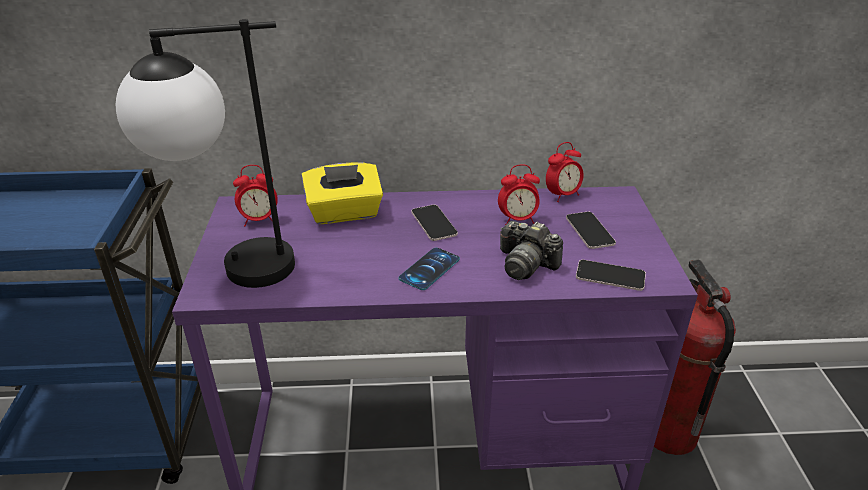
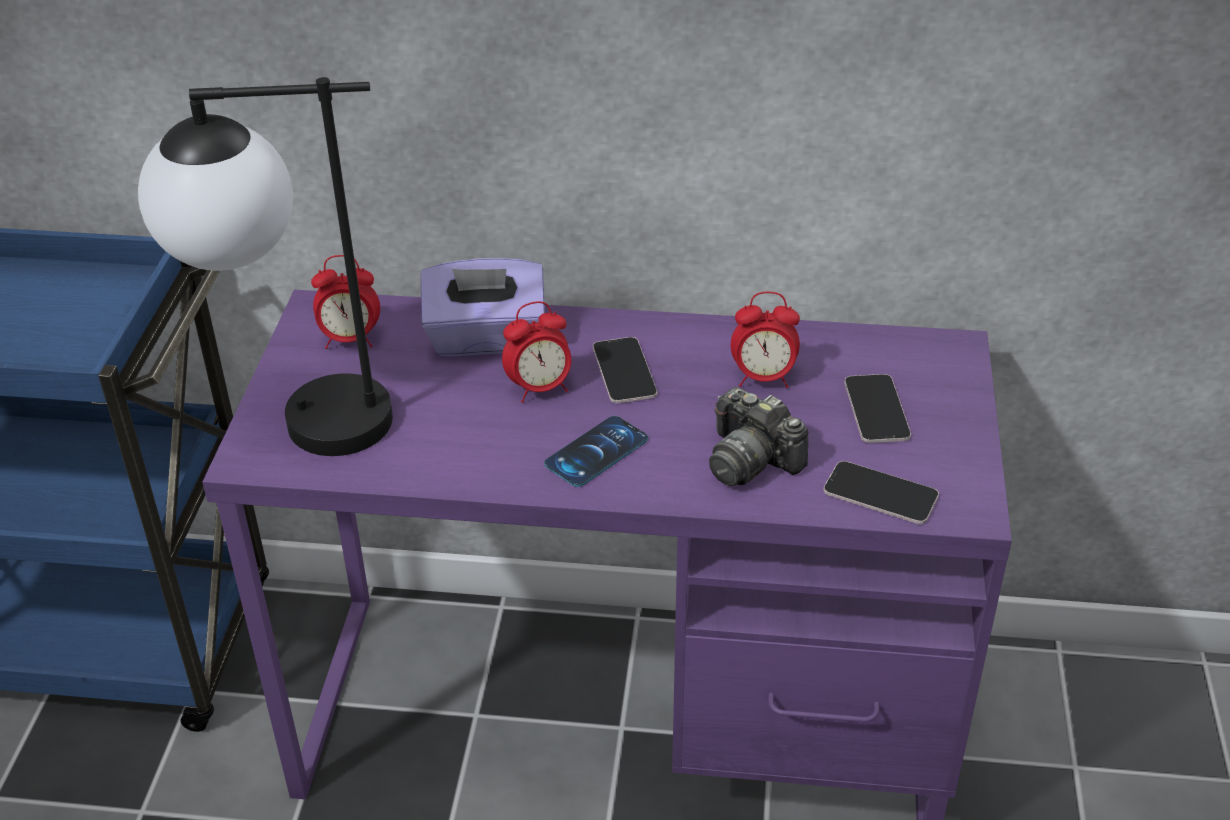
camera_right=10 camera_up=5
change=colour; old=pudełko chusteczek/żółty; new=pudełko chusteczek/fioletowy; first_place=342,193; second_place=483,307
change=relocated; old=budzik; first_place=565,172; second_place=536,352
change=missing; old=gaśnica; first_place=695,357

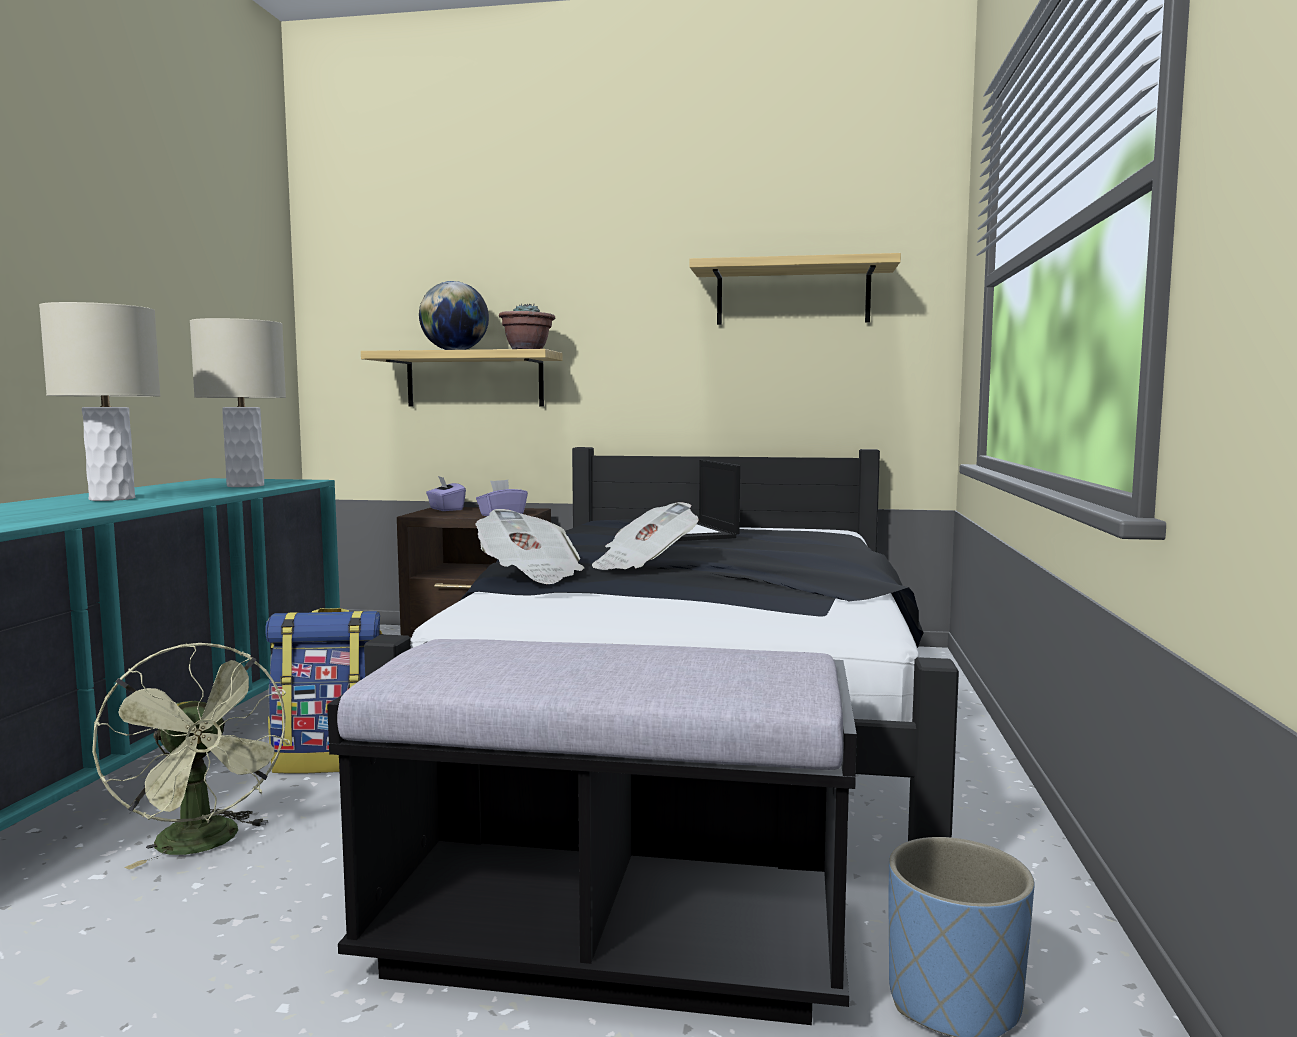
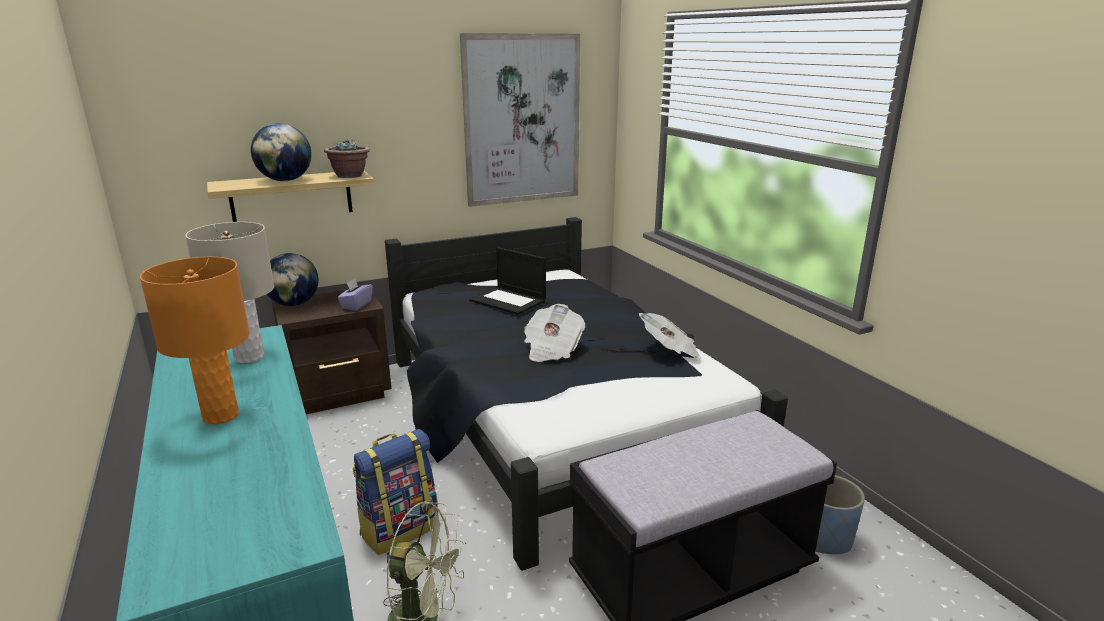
camera_right=-35 camera_up=15
change=colour; old=lampa stołowa/beżowy; new=lampa stołowa/pomarańczowy; first_place=99,401; second_place=195,341
change=exchanged; old=pudełko chusteczek/fioletowy; new=globus; first_place=446,493; second_place=292,279
change=exchanged; old=półka; new=obraz; first_place=795,289; second_place=520,120
change=relocated; old=gazeta; first_place=529,546; second_place=670,336

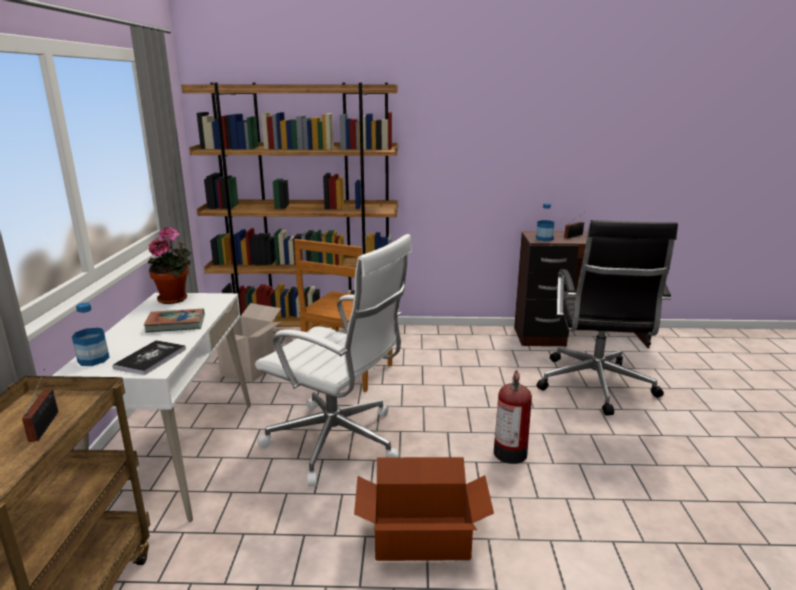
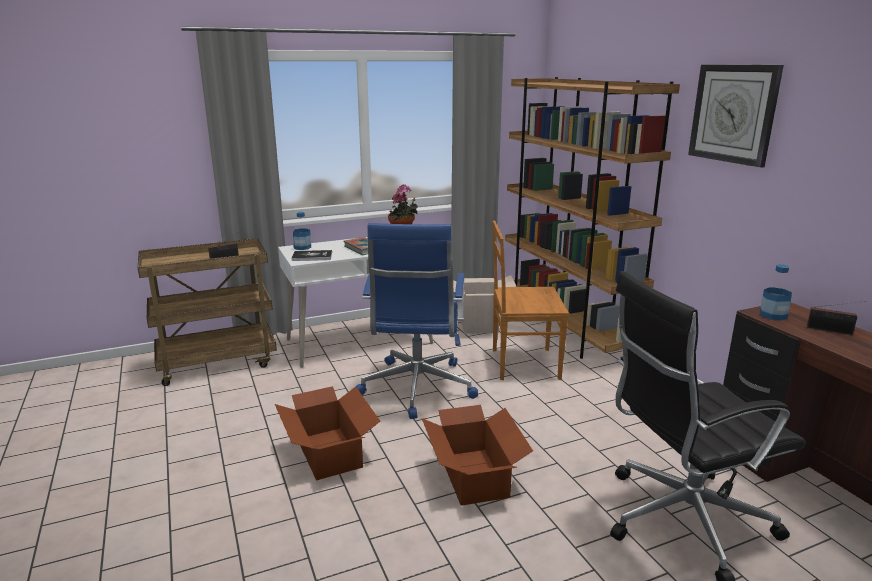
camera_right=65 camera_up=0
change=colour; old=krzesło biurowe/biały; new=krzesło biurowe/niebieski; first_place=333,360; second_place=417,321
change=exchanged; old=gaśnica; new=karton; first_place=513,417; second_place=477,455
change=appeared; new=zegar ścienny; second_place=736,116

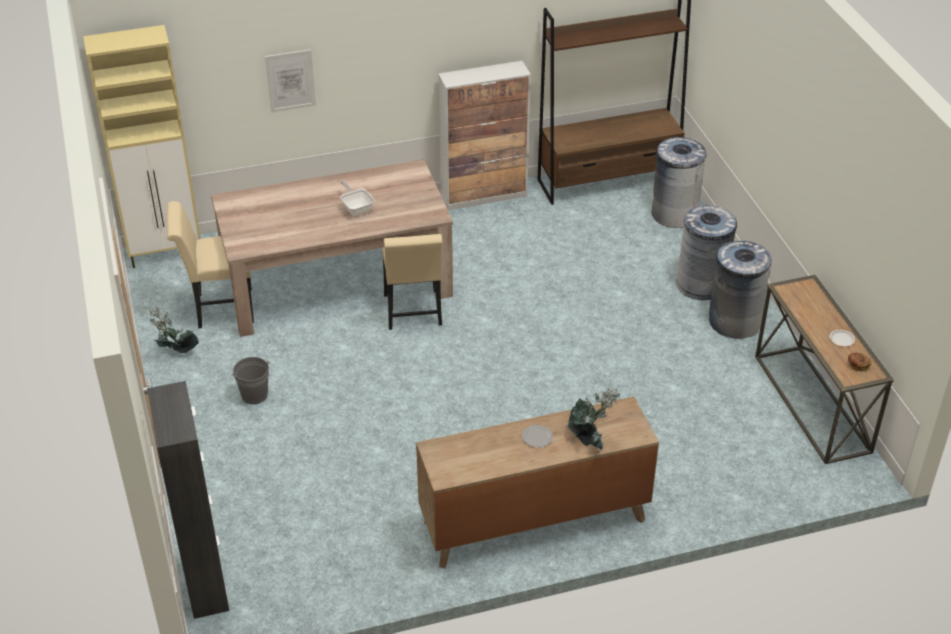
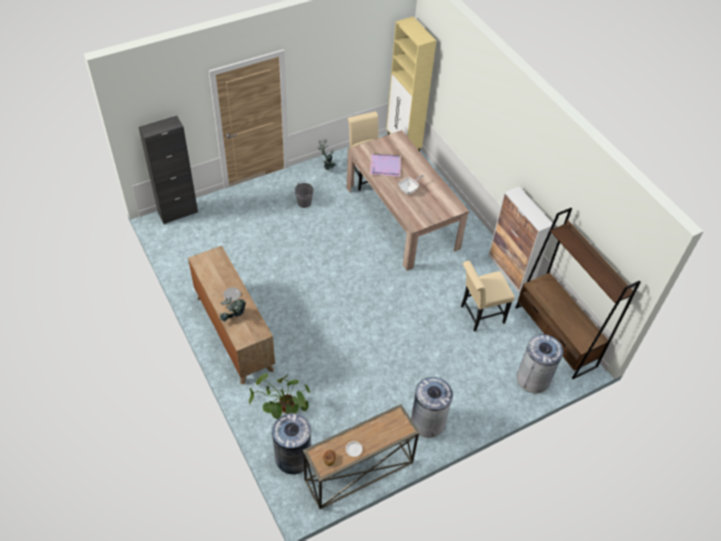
camera_right=75 camera_up=10
change=appeared; new=roślina doniczkowa; second_place=279,396
change=relocated; old=kosz na śmieci/szary; first_place=706,253; second_place=291,443
change=appeared; new=taca/fioletowy; second_place=385,165
change=relocated; old=krzesło/beżowy; first_place=412,282; second_place=488,296
change=missing; old=obraz; first_place=290,81

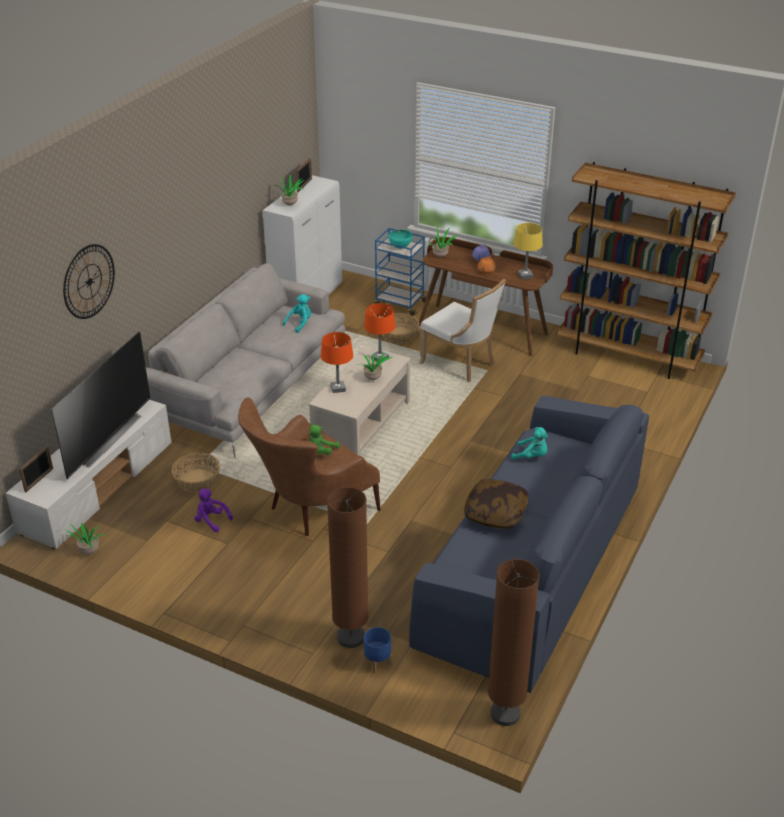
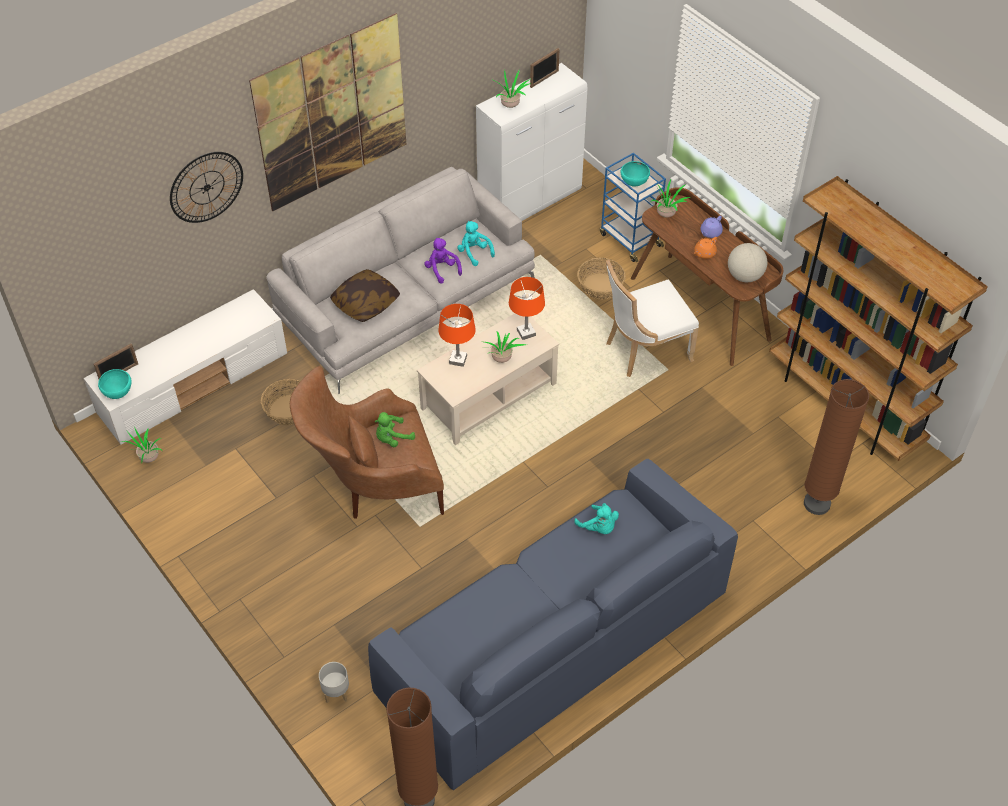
camera_right=25 camera_up=15
change=appeared; new=miska/turkusowy; second_place=115,384
change=appeared; new=obraz; second_place=327,112
change=colour; old=donica/niebieski; new=donica/szary; first_place=377,650; second_place=334,682
change=relocated; old=poduszka; first_place=496,504; second_place=365,295
change=relocated; old=pluszak/fioletowy; first_place=213,510; second_place=443,261
change=spun; old=pluszak/turkusowy; first_place=297,313; second_place=476,243; degrees=-105
change=spun; old=krzesło/biały; first_place=463,330; second_place=652,318; degrees=90
change=exchanged; old=lampa stołowa/żółty; new=globus; first_place=528,251; second_place=747,262
change=relocated; old=lampa stojąca/brązowy; first_place=348,567; second_place=836,447
change=missing; old=telewizor; first_place=101,405

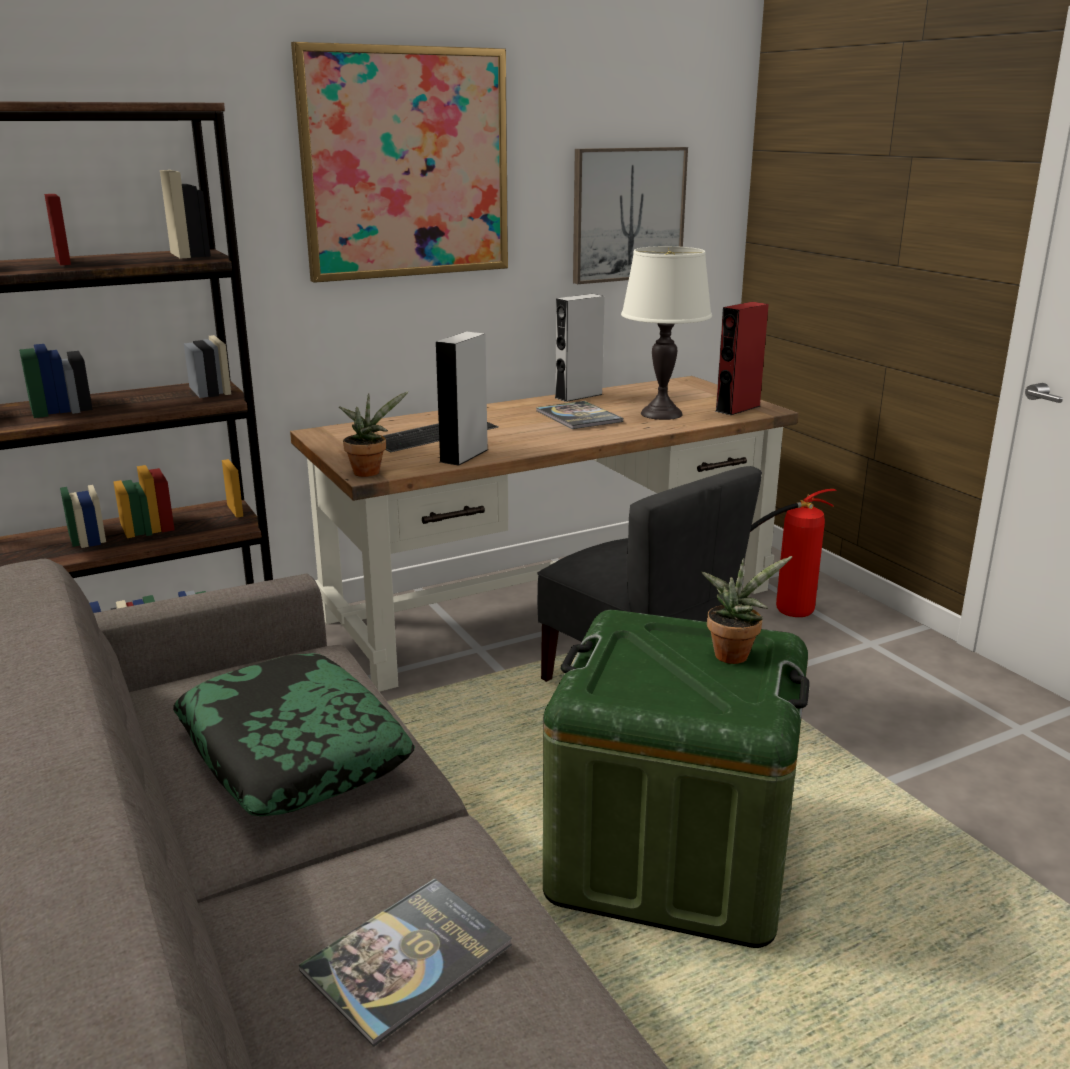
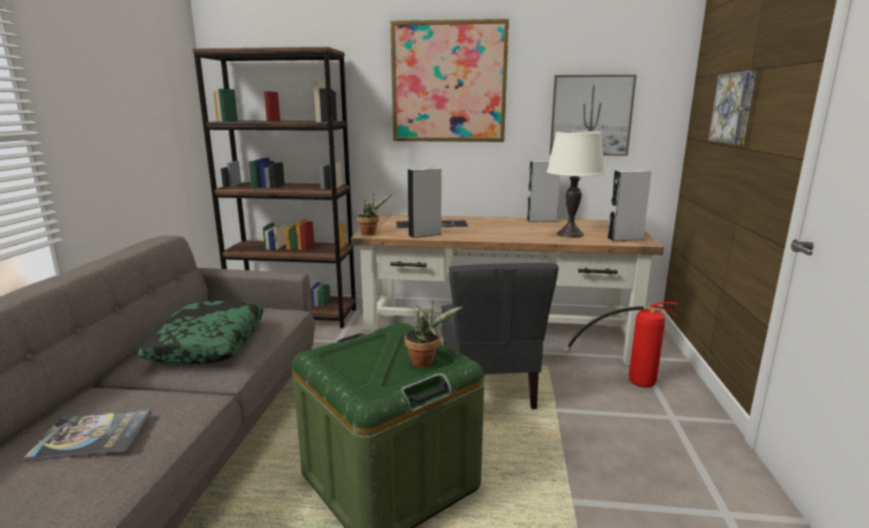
camera_right=35 camera_up=-5
change=colour; old=głośnik/czerwony; new=głośnik/szary; first_place=742,358; second_place=629,205
change=appeared; new=obraz; second_place=732,108
change=missing; old=książka; first_place=579,415

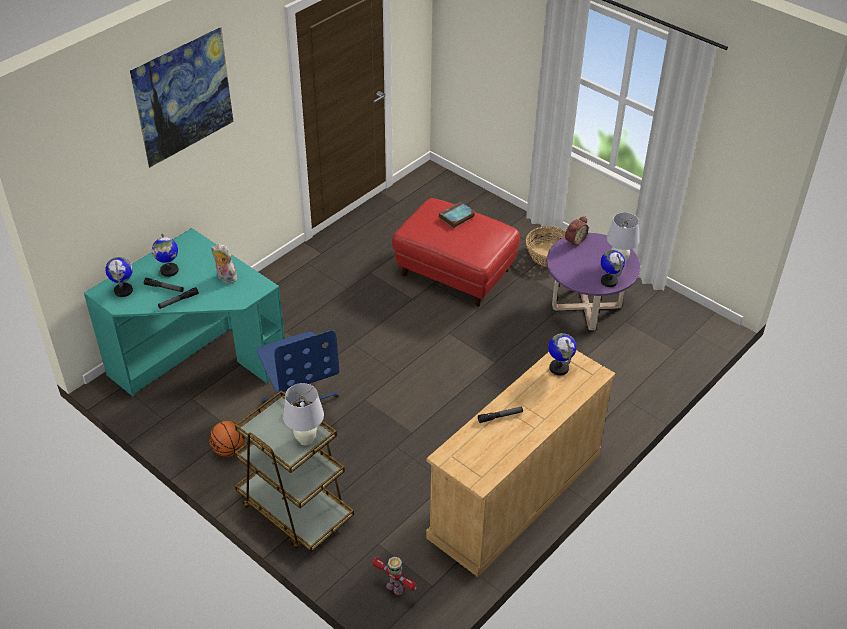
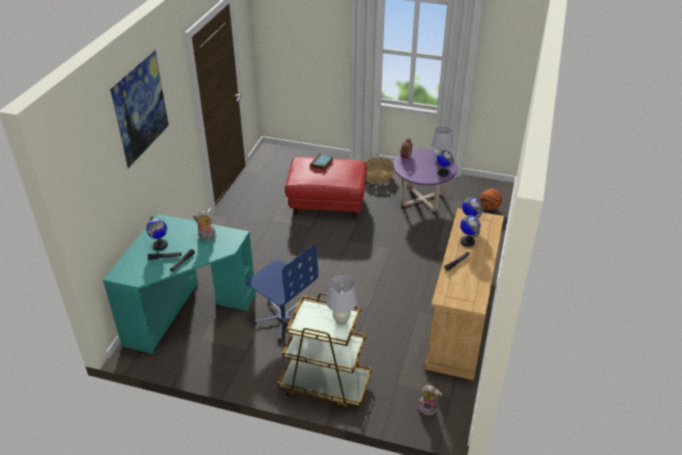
camera_right=-25 camera_up=-5
change=exchanged; old=robot zabawkowy; new=pluszak; first_place=394,576; second_place=430,400
change=relocated; old=globus; first_place=119,277; second_place=470,231
change=relocated; old=piłka do koszykówki; first_place=227,439; second_place=491,199

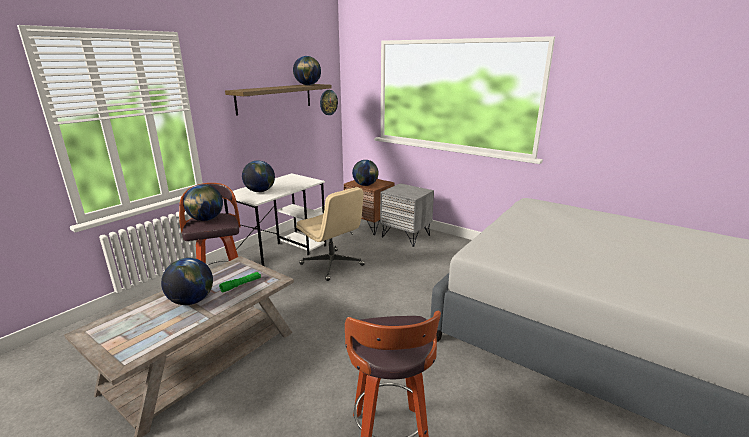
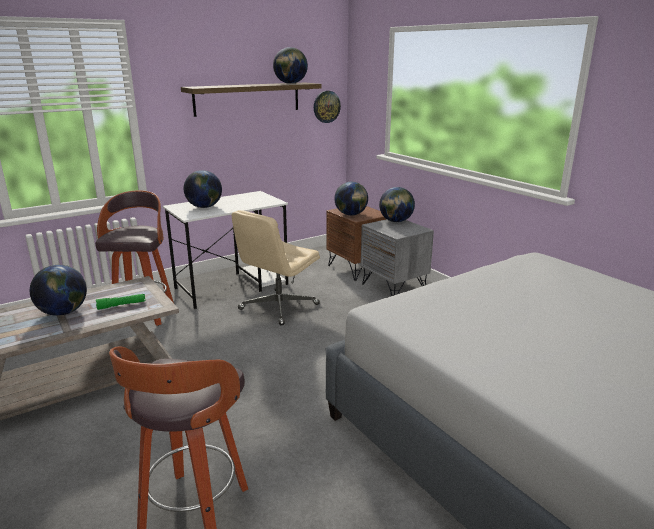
camera_right=20 camera_up=0
change=spun; old=krzesło biurowe/beżowy; first_place=330,234; second_place=276,268; degrees=60
change=relocated; old=globus; first_place=203,202; second_place=397,204

